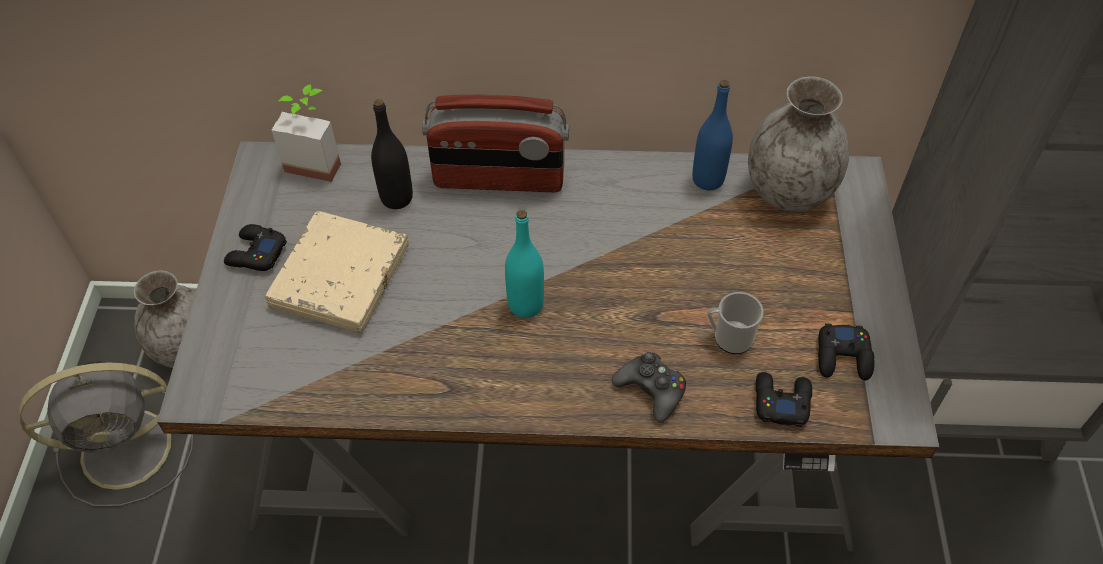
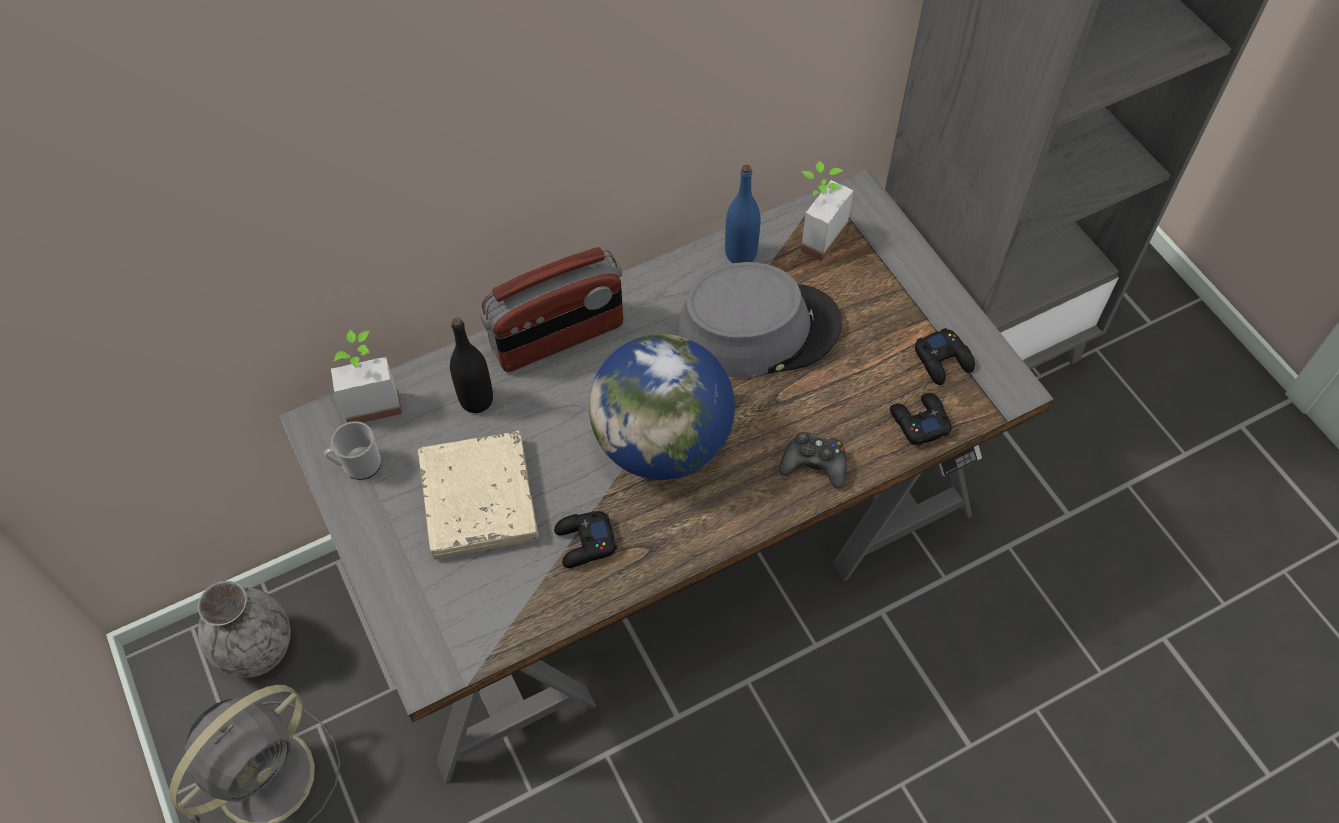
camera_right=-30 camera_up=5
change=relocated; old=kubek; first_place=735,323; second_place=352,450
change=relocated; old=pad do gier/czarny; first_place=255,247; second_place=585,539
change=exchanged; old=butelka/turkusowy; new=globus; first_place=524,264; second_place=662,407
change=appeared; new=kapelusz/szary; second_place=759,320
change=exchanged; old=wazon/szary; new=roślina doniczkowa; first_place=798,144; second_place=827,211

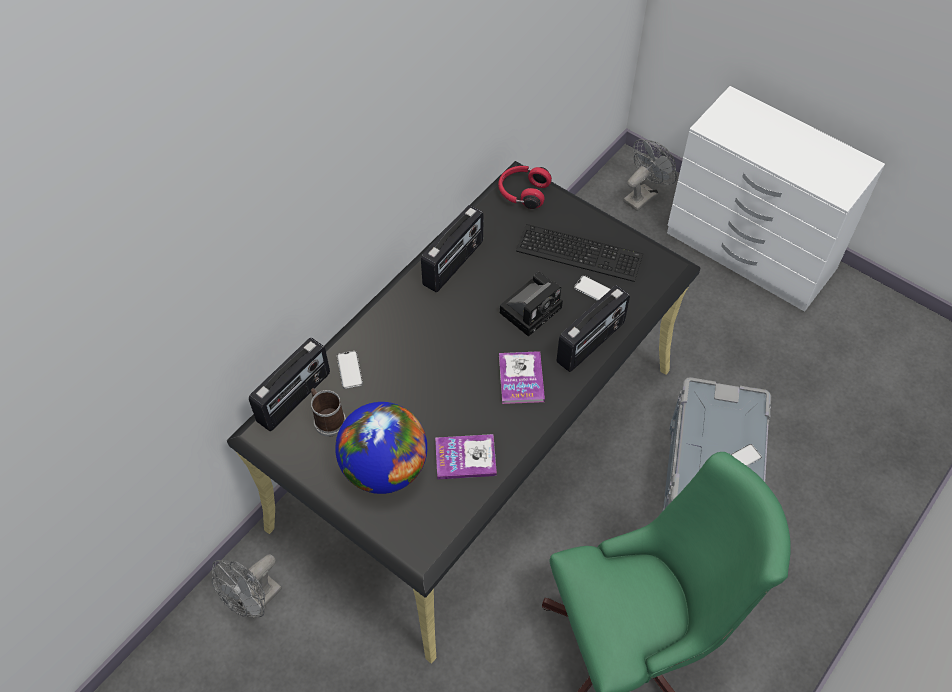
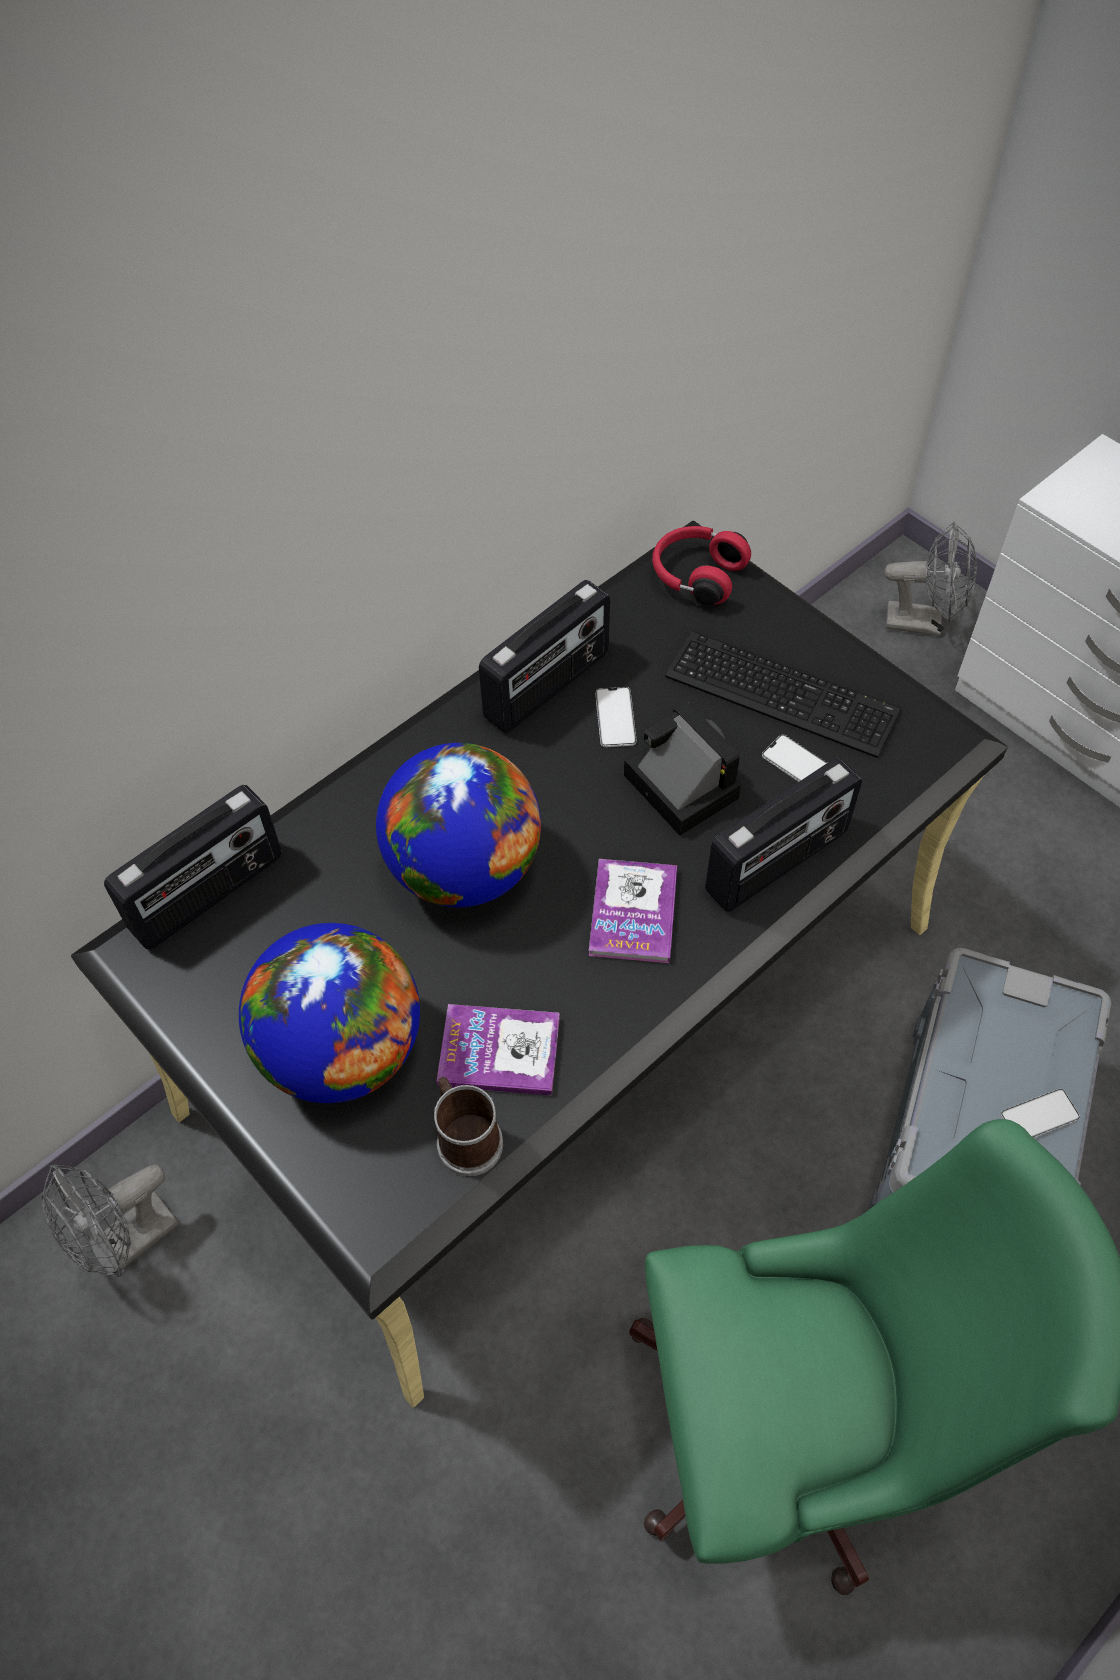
camera_right=10 camera_up=0
change=appeared; new=globus; second_place=458,825
change=relocated; old=kubek; first_place=328,412; second_place=468,1126
change=relocated; old=telefon; first_place=350,370; second_place=616,717
change=spun; old=aparat fotograficzny; first_place=531,304; second_place=682,769; degrees=-90
change=spun; old=wentylator/szary; first_place=650,175; second_place=930,578; degrees=45

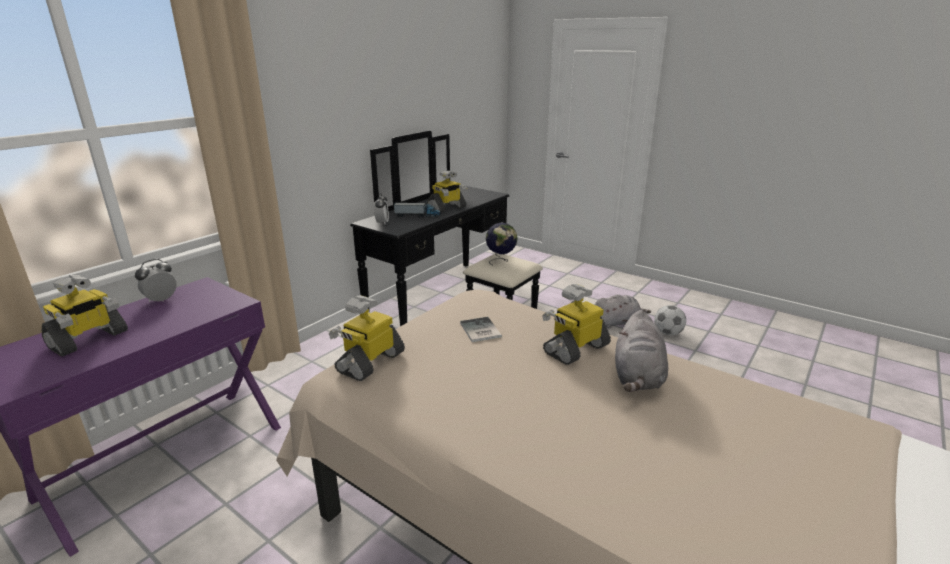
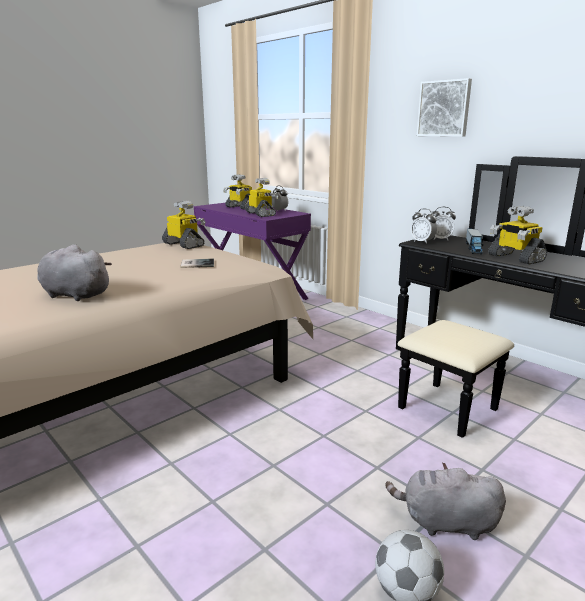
camera_right=100 camera_up=-5
change=relocated; old=robot zabawkowy; first_place=576,324; second_place=262,197
change=spun; old=pluszak/szary; first_place=623,311; second_place=446,501; degrees=105
change=appeared; new=budzik; second_place=423,226
change=appeared; new=obraz; second_place=444,107
change=missing; old=globus; first_place=502,243

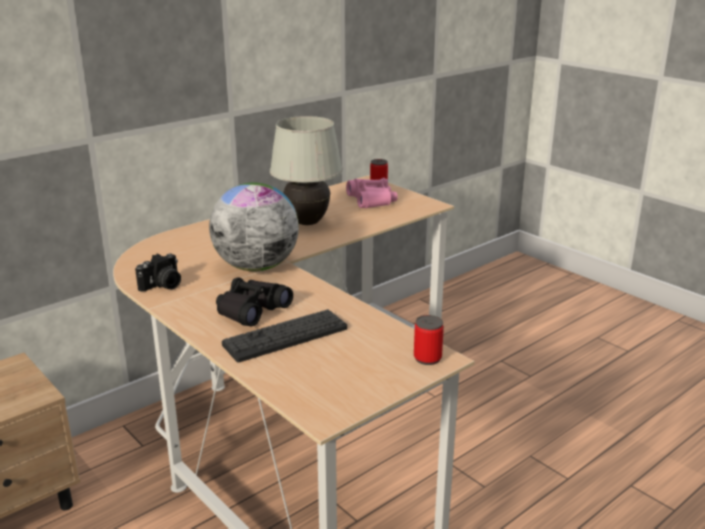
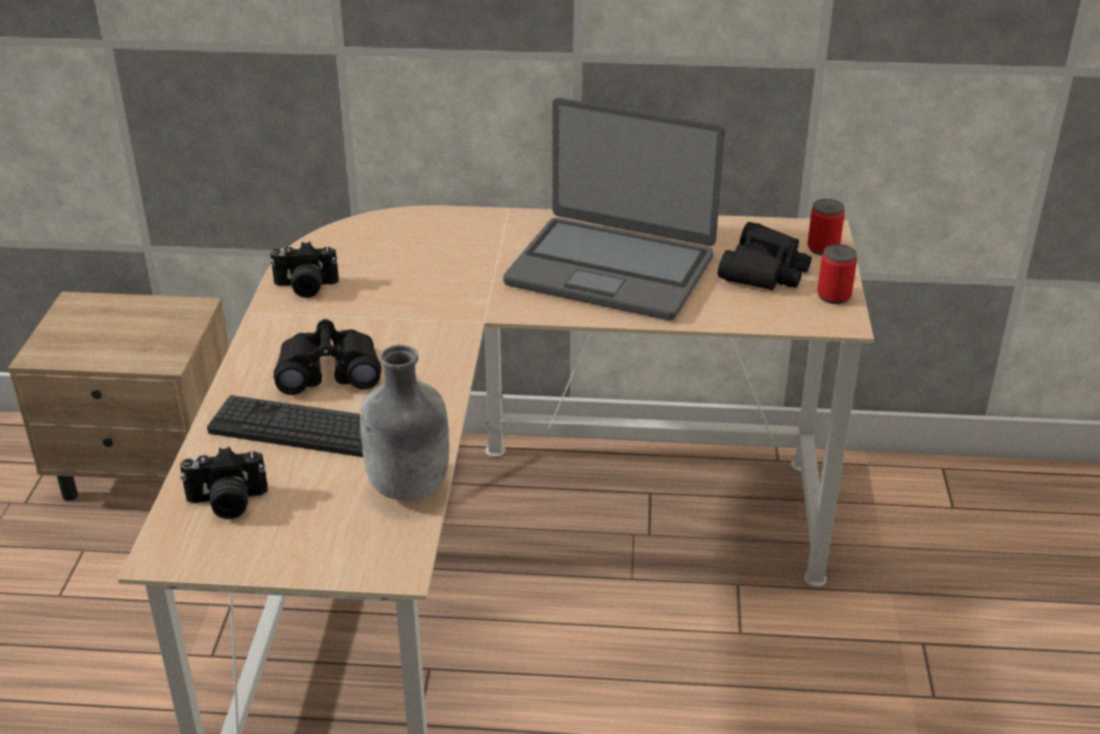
camera_right=45 camera_up=10
change=appeared; new=aparat fotograficzny; second_place=224,483
change=appeared; new=butelka/szary; second_place=404,422
change=exchanged; old=lampa stołowa/biały; new=laptop; first_place=306,170; second_place=614,209
change=colour; old=lornetka/różowy; new=lornetka/czarny; first_place=372,193; second_place=765,256
change=relocated; old=puszka; first_place=429,340; second_place=837,274
change=missing; old=globus; first_place=254,226

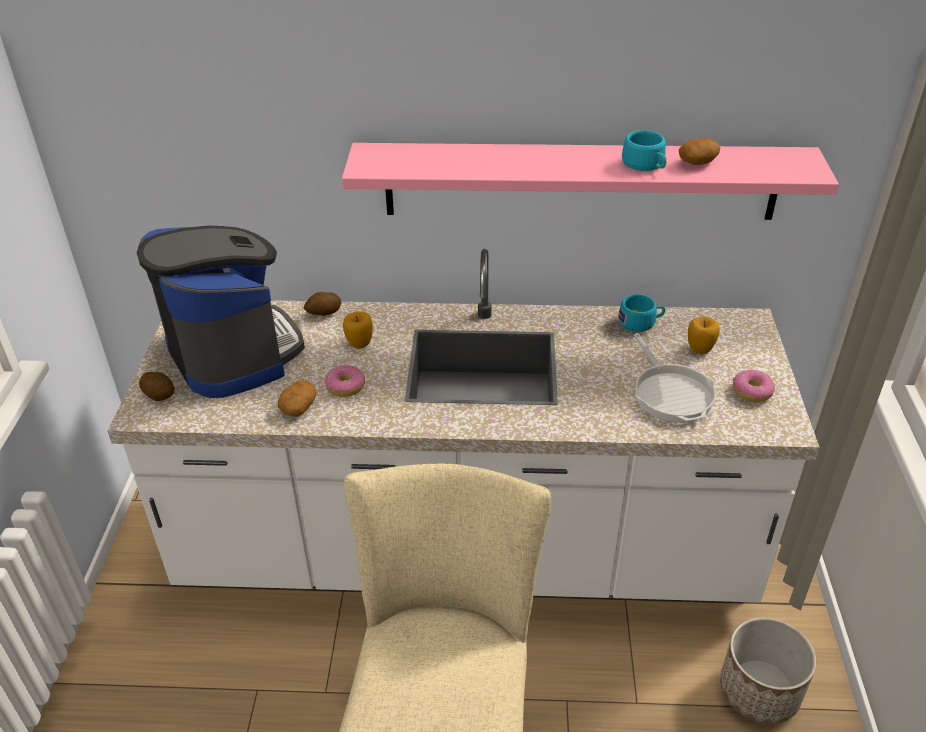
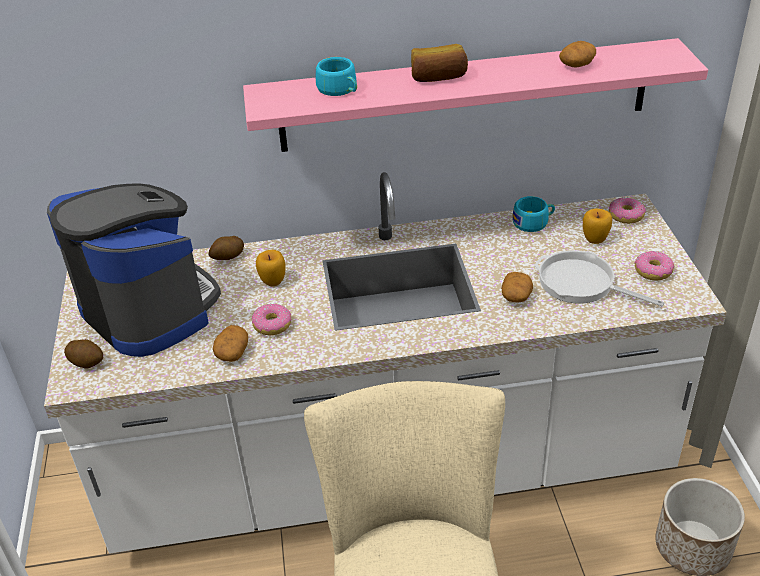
camera_right=-10 camera_up=0
change=relocated; old=filiżanka/turkusowy; first_place=644,150; second_place=336,76
change=appeared; new=chleb; second_place=439,63
change=appeared; new=ziemniak; second_place=517,287
change=spun; old=patelnia; first_place=675,378; second_place=599,278; degrees=150
change=appeared; new=donut; second_place=627,210

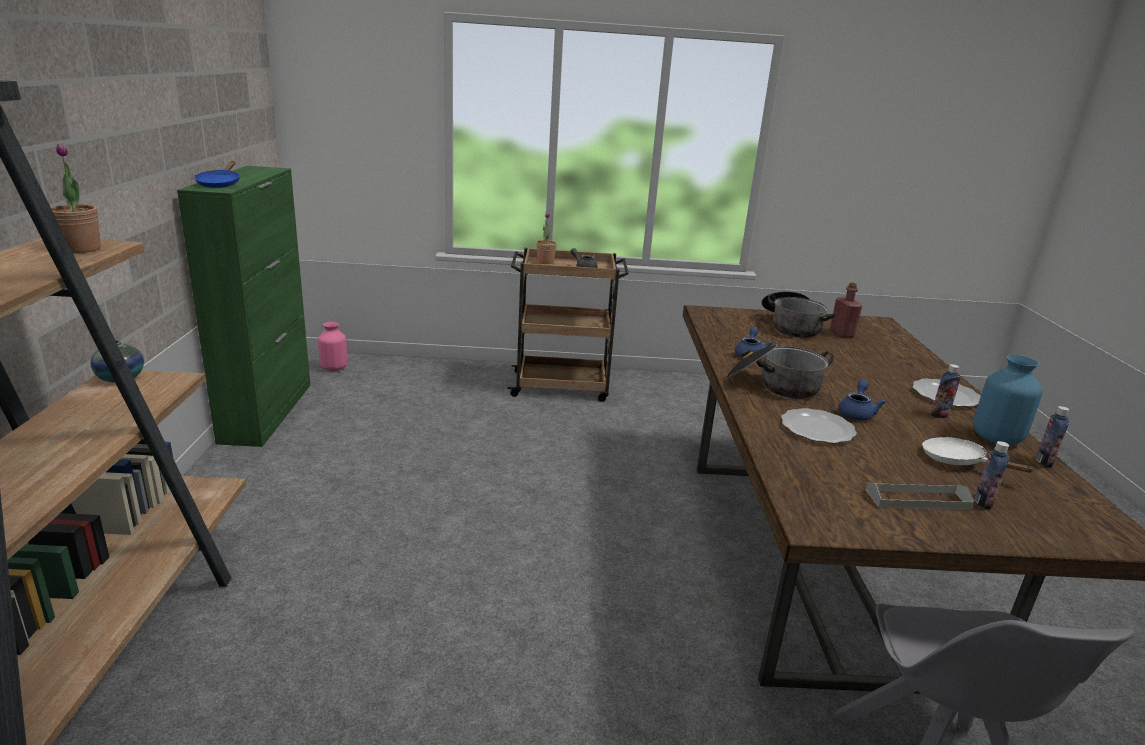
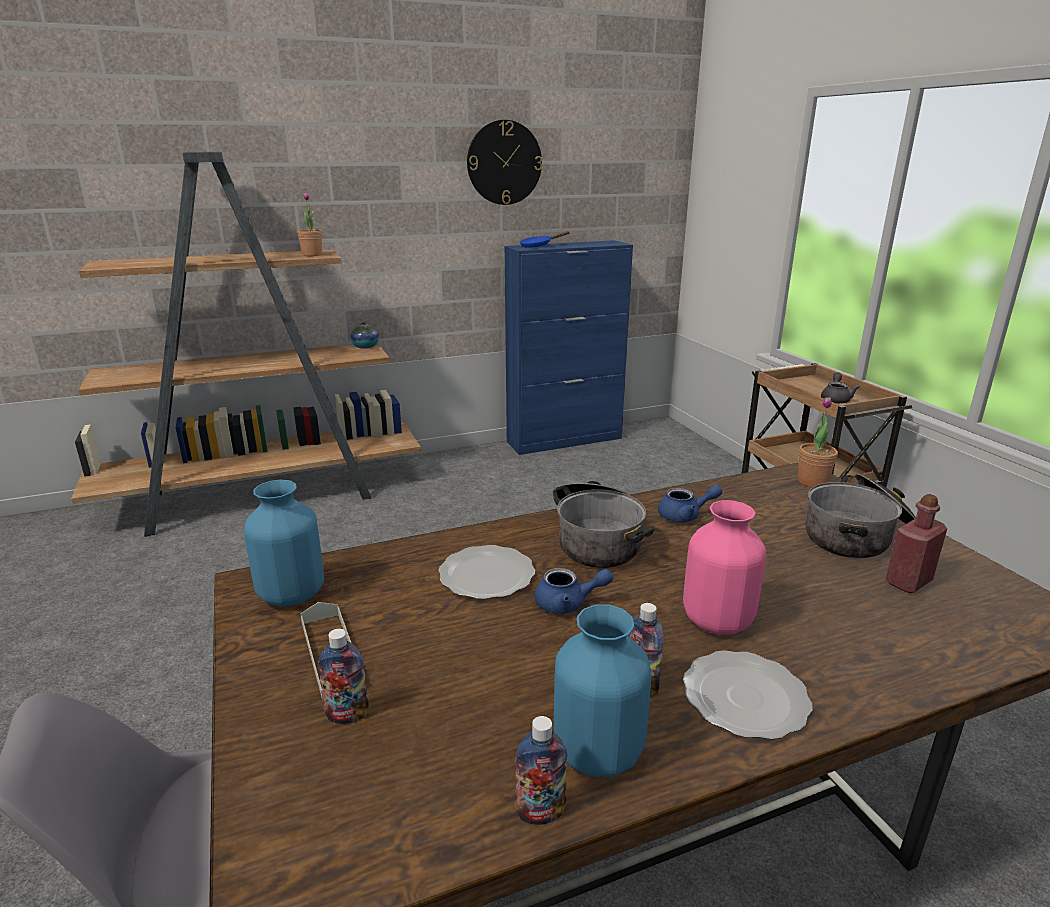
camera_right=70 camera_up=0
change=appeared; new=wazon/niebieski; second_place=284,543
change=appeared; new=zegar ścienny; second_place=504,162
change=colour; old=szafka/zielony; new=szafka/niebieski; first_place=243,306; second_place=568,347
change=relocated; old=wazon/różowy; first_place=333,346; second_place=724,567
change=relocated; old=roślina doniczkowa; first_place=546,238; second_place=818,442
change=missing; old=patelnia/biały; first_place=978,455

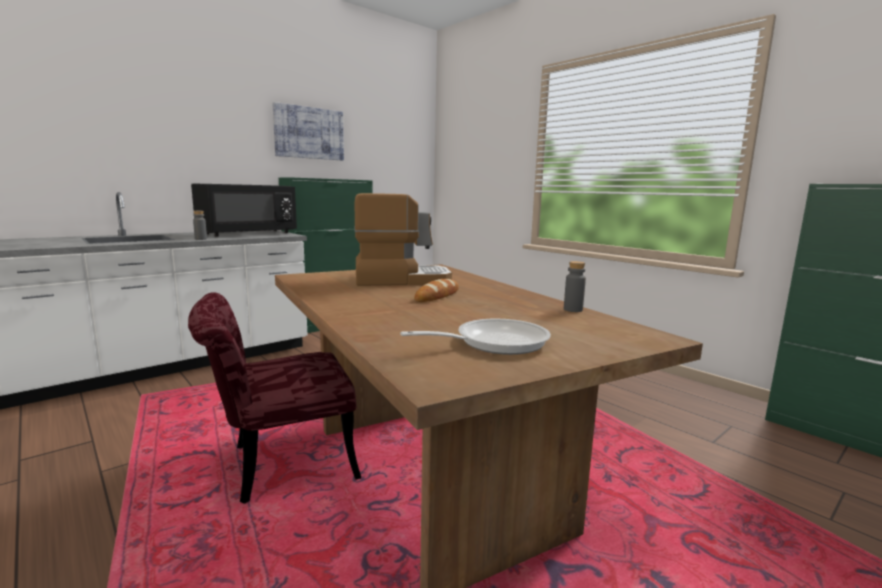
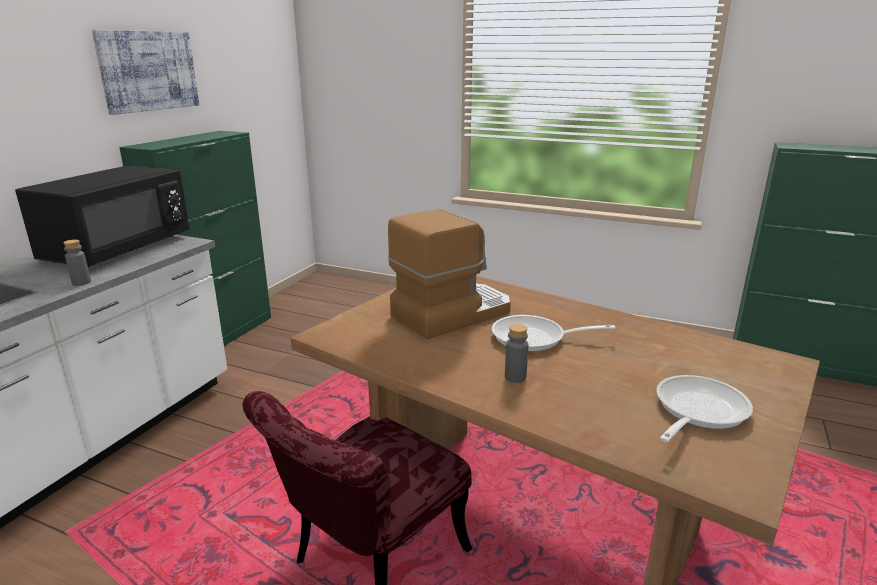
camera_right=-25 camera_up=10
change=exchanged; old=chleb; new=patelnia; first_place=436,290; second_place=553,333
change=relocated; old=butelka/szary; first_place=575,286; second_place=516,353

